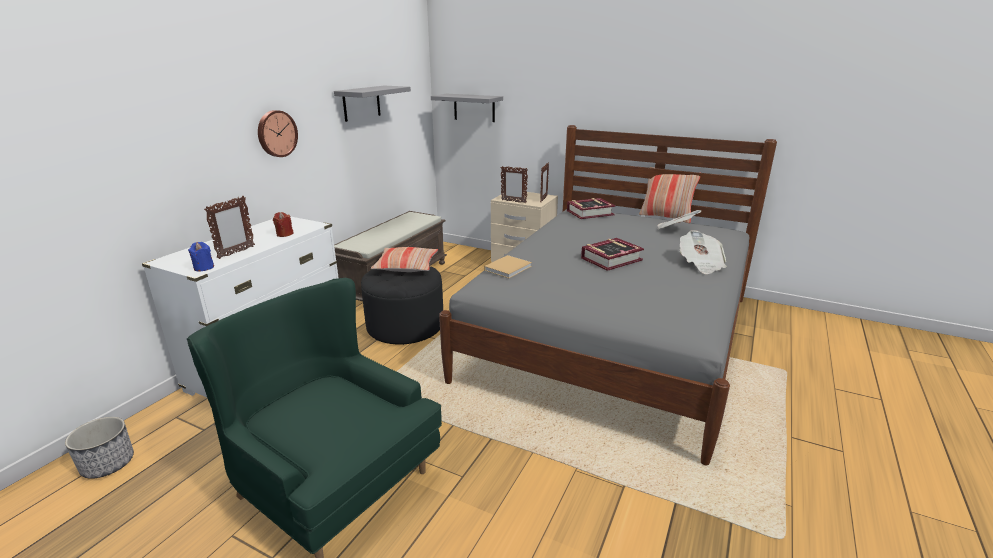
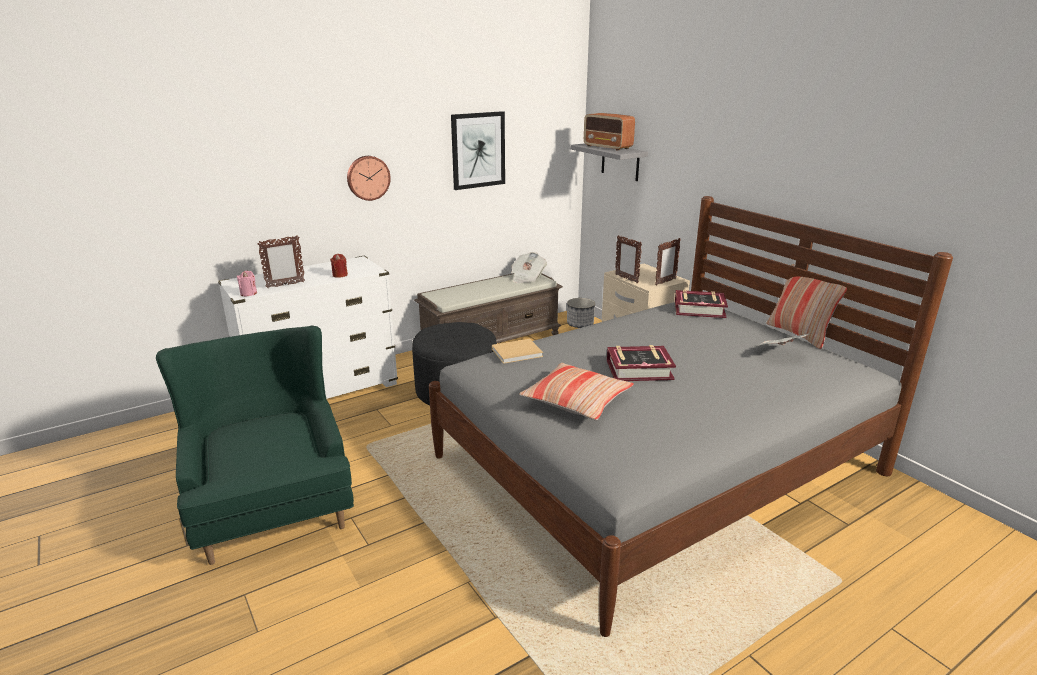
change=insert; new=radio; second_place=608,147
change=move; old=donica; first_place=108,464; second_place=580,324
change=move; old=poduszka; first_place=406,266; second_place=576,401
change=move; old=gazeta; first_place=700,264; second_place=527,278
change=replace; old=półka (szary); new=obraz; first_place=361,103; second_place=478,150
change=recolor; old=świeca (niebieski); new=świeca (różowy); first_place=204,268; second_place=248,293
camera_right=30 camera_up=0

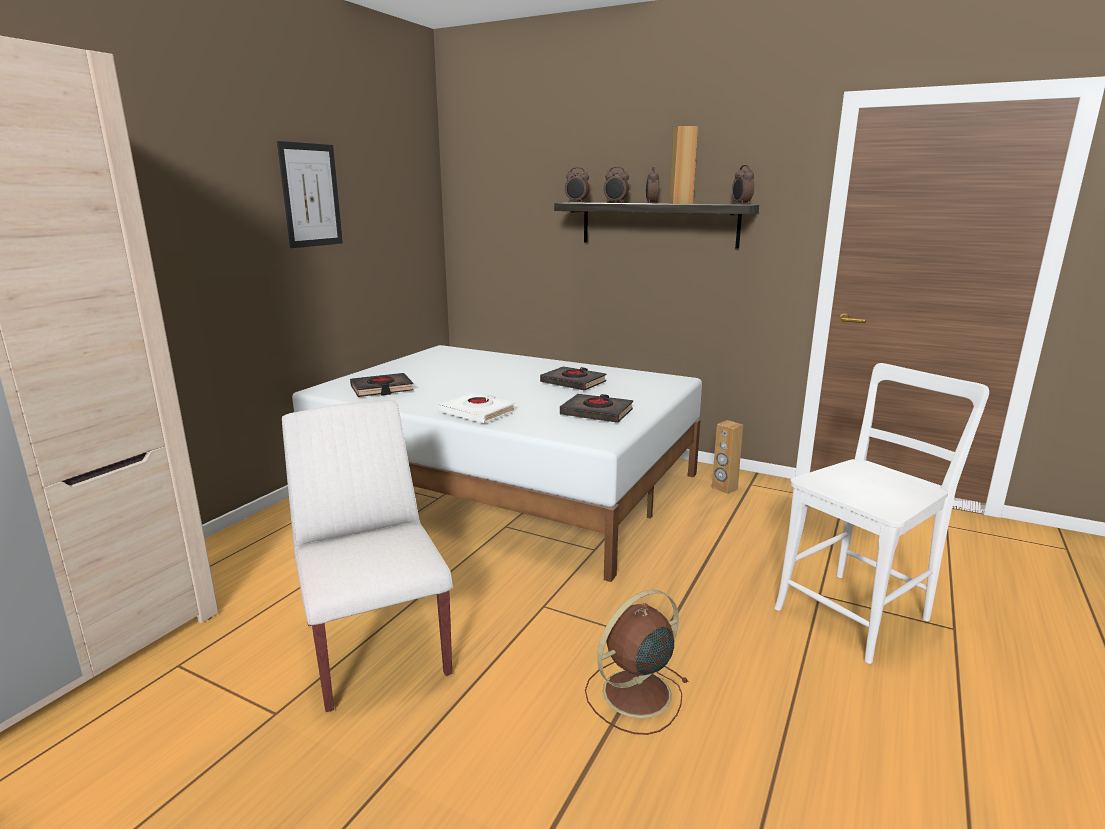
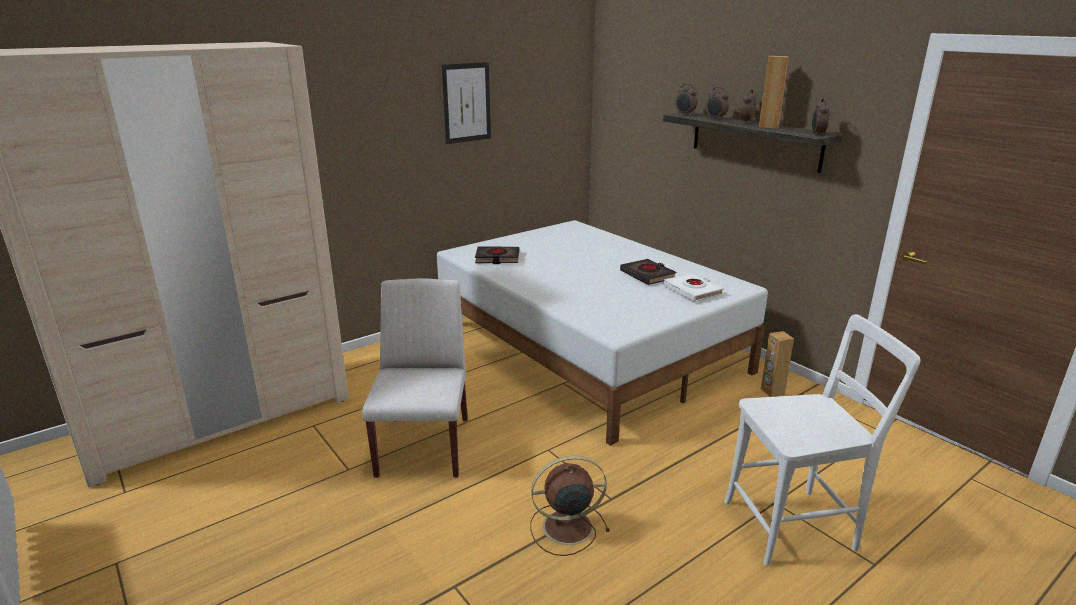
change=delete; old=książka (czarny); first_place=597,413
change=move; old=książka (biały); first_place=477,413; second_place=692,291
camera_right=25 camera_up=5

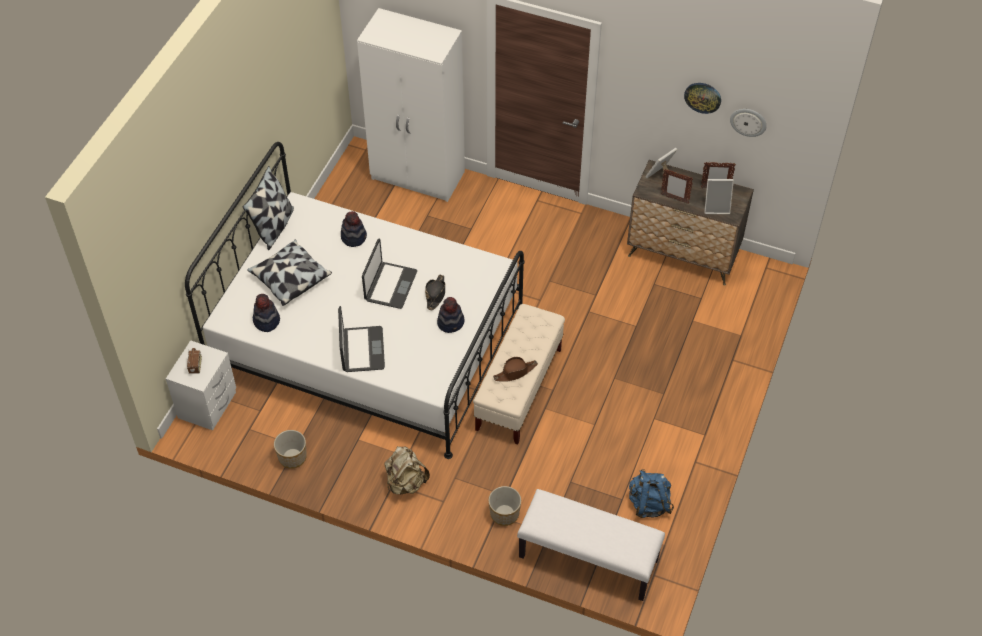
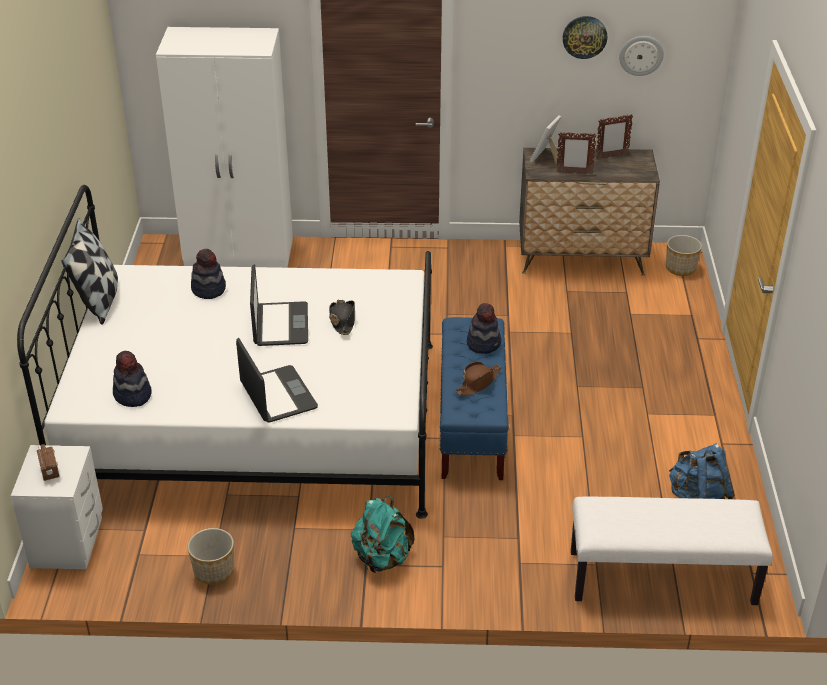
change=delete; old=poduszka; first_place=290,279
change=delete; old=ramka na zdjęcie; first_place=716,207
change=move; old=kapelusz; first_place=451,322; second_place=484,343
change=move; old=donica; first_place=504,513; second_place=680,268
change=recolor; old=plecak (beżowy); new=plecak (turkusowy); first_place=405,482; second_place=382,558
change=recolor; old=ławka (beżowy); new=ławka (niebieski); first_place=519,389; second_place=471,424
camera_right=-20 camera_up=-15

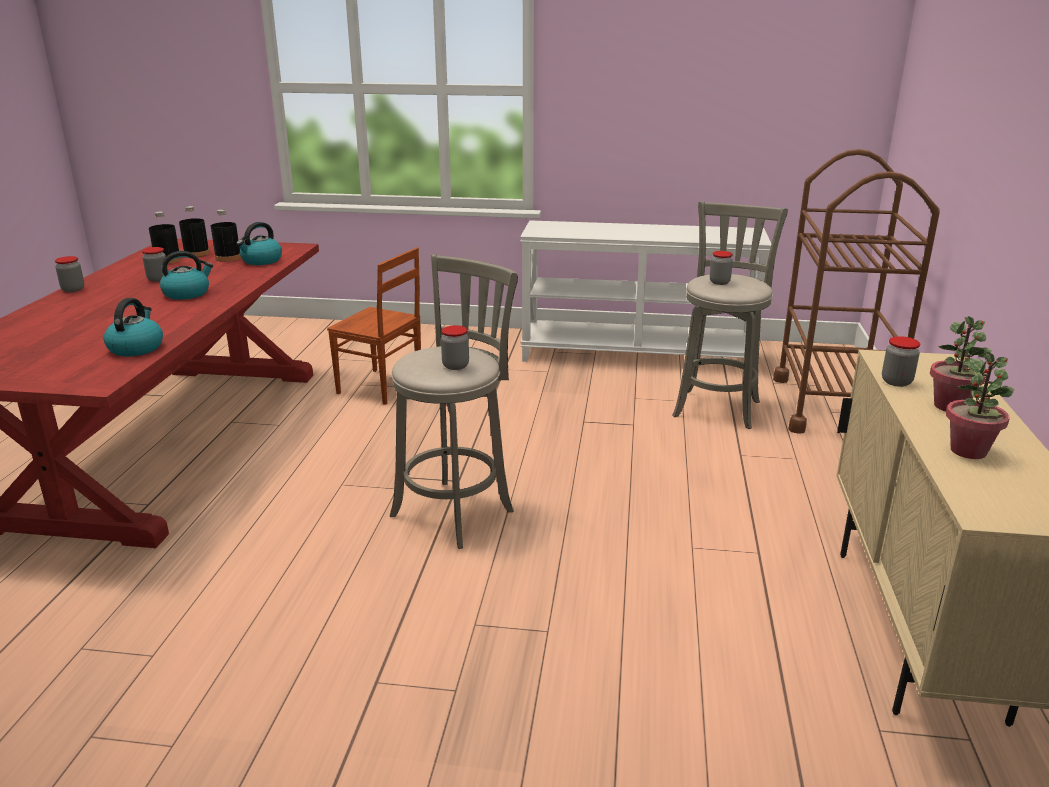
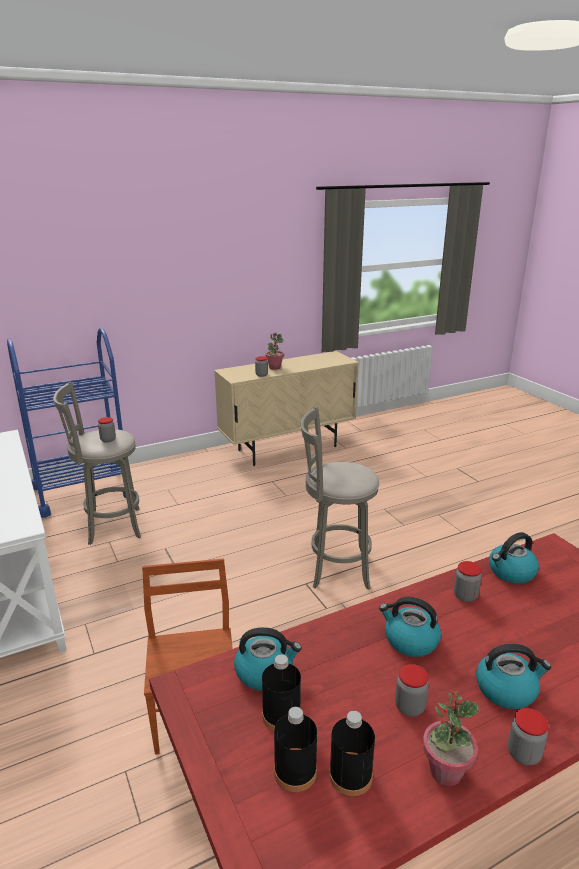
change=insert; new=czajnik; second_place=506,689
change=move; old=słoik; first_place=455,366; second_place=465,596
change=move; old=roślina doniczkowa; first_place=968,451; second_place=445,771
change=recolor; old=wózek (brązowy); new=wózek (niebieski); first_place=832,406; second_place=82,491
camera_right=-125 camera_up=0

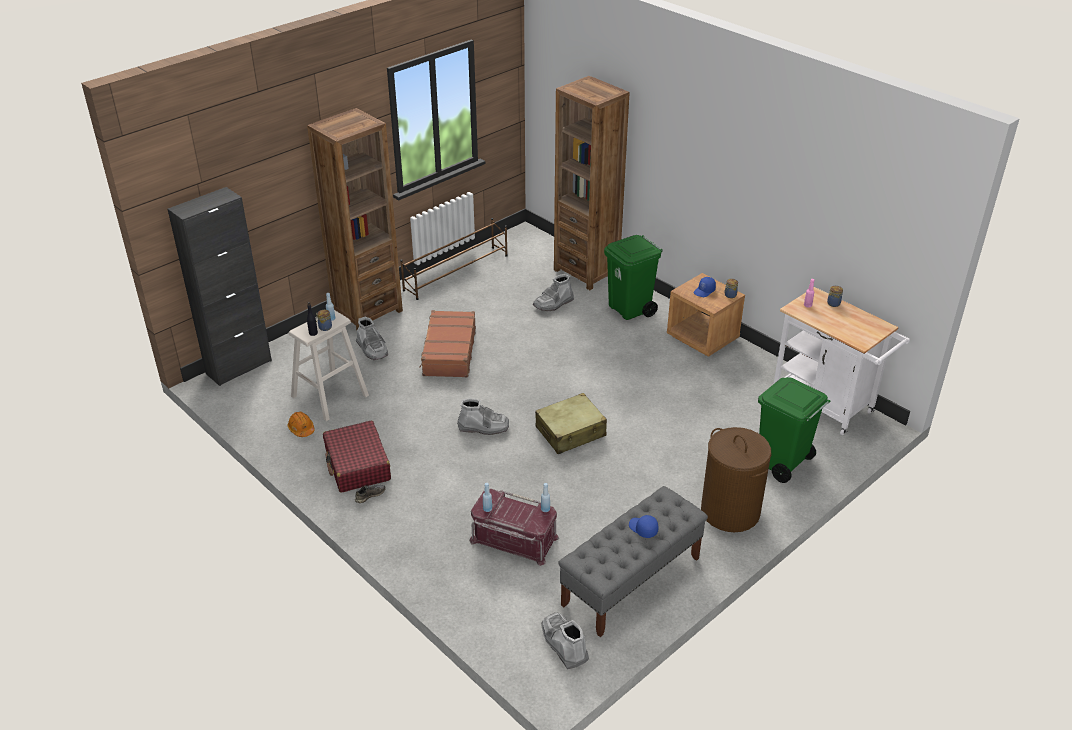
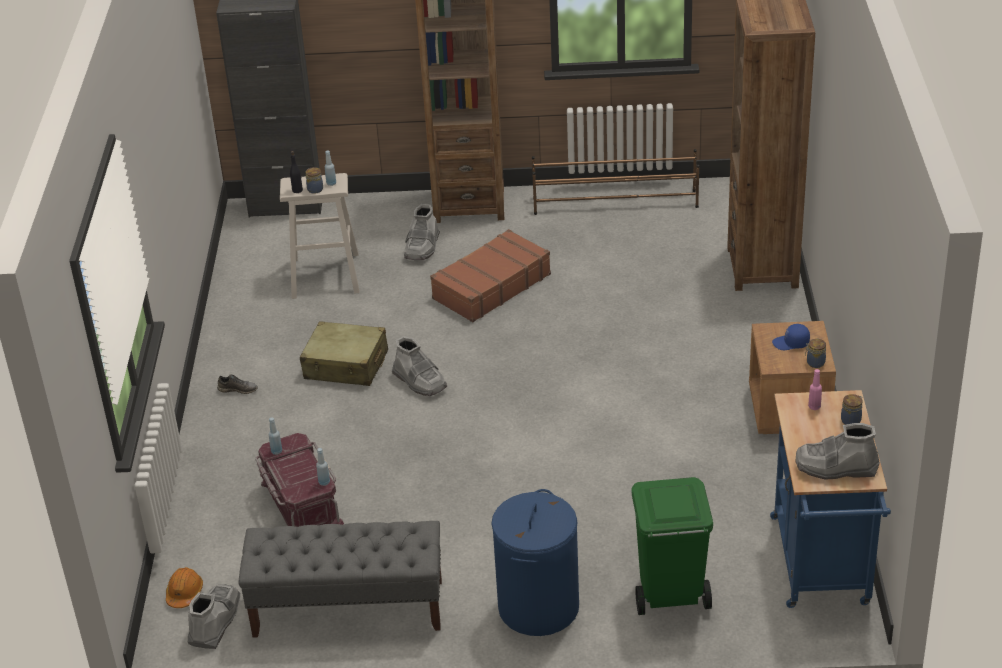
change=delete; old=walizka (czerwony); first_place=357,465
change=delete; old=kosz na śmieci (zielony); first_place=630,309
change=delete; old=czapka z daszkiem (niebieski); first_place=642,529
change=move; old=kask (pomarańczowy); first_place=301,429; second_place=184,593
change=move; old=but z cholewką (szary); first_place=553,304; second_place=835,467
change=move; old=walizka (beżowy); first_place=571,432; second_place=346,365
change=recolor; old=kosz na pranie (brązowy); new=kosz na pranie (niebieski); first_place=729,511; second_place=538,607
change=recolor; old=wózek (biały); new=wózek (niebieski); first_place=827,406; second_place=821,567
camera_right=45 camera_up=0

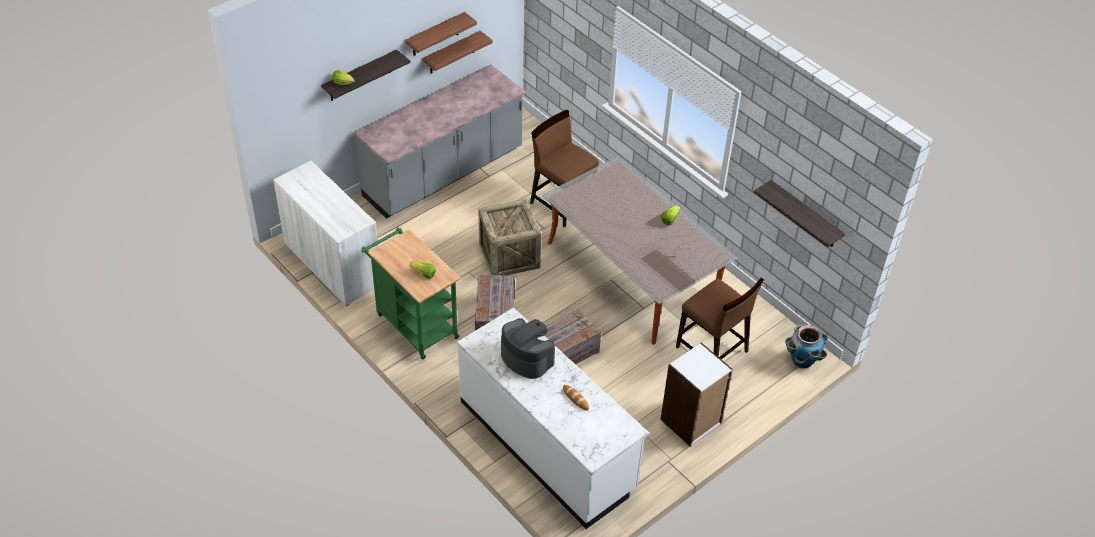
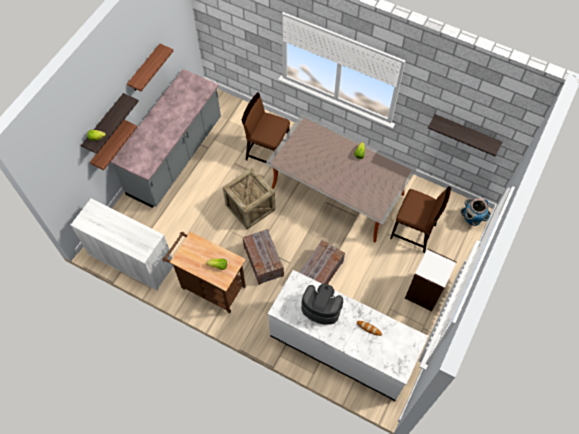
change=move; old=półka; first_place=452,53; second_place=109,145
change=recolor; old=wózek (zielony); new=wózek (brązowy); first_place=414,323; second_place=210,286
camera_right=-20 camera_up=15

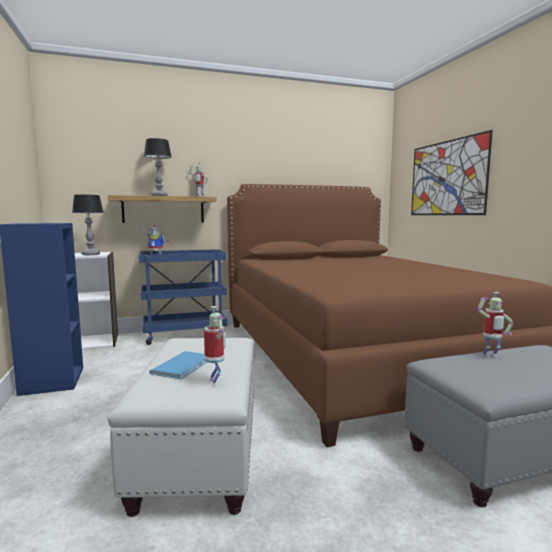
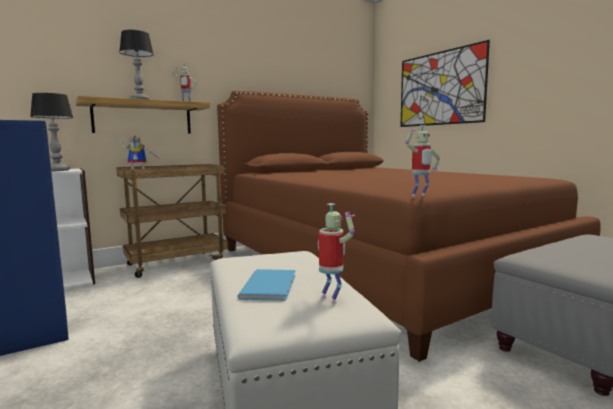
change=move; old=robot zabawkowy; first_place=490,356; second_place=419,196
change=recolor; old=wózek (niebieski); new=wózek (brązowy); first_place=185,335; second_place=177,263
camera_right=-15 camera_up=0

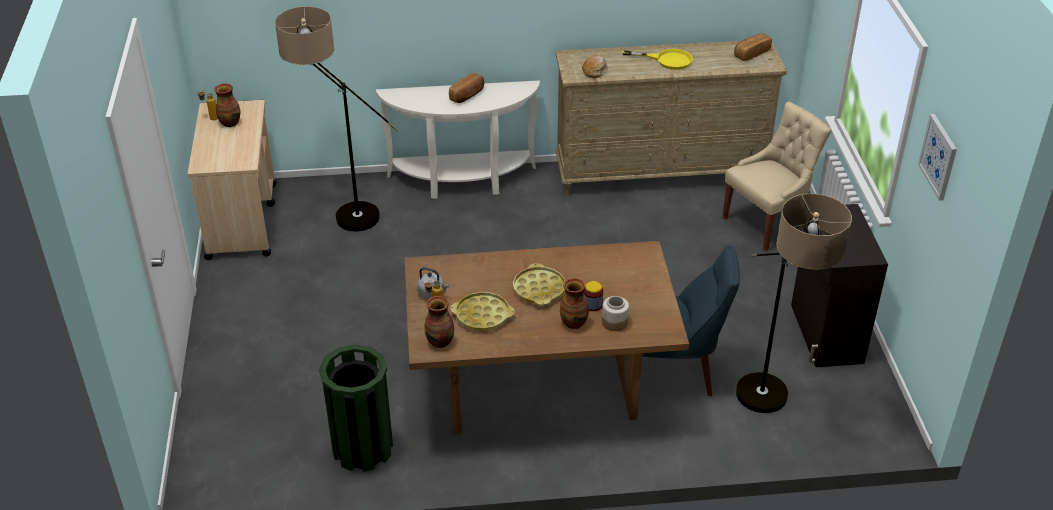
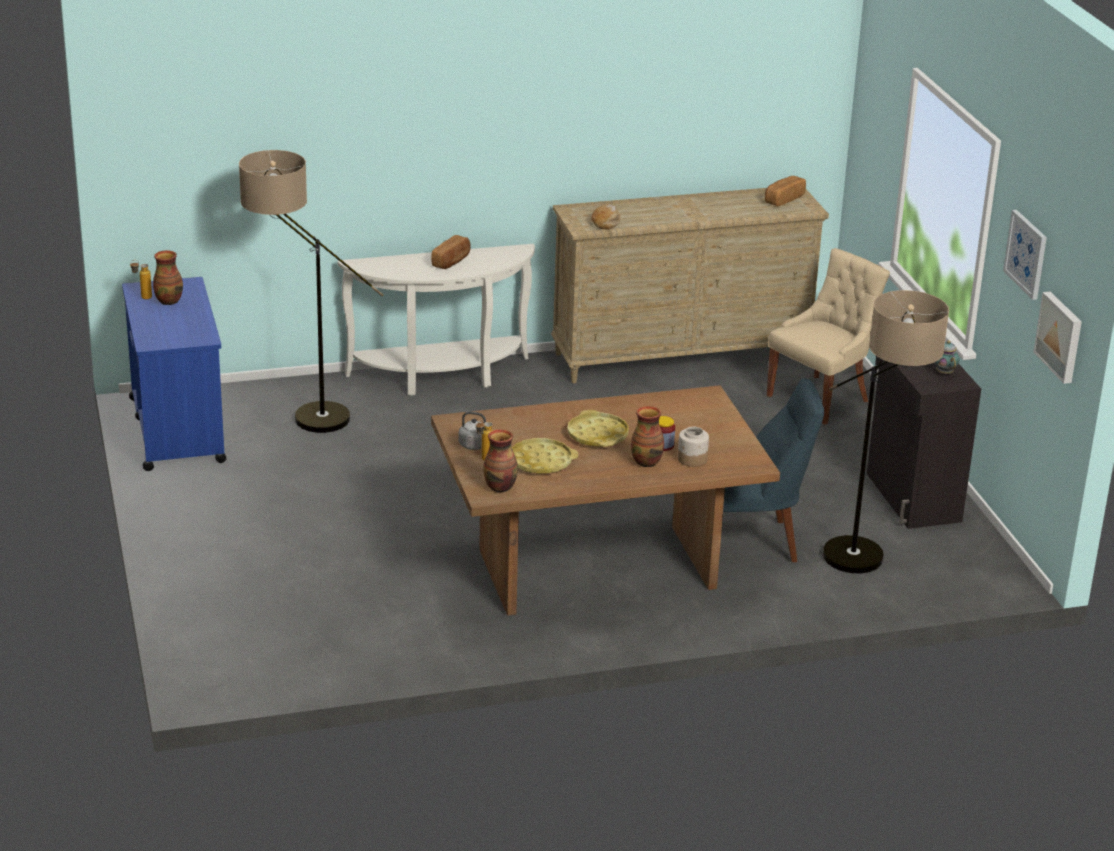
change=delete; old=kosz na śmieci (zielony); first_place=362,448
change=delete; old=patelnia (żółty); first_place=667,60
change=insert; new=imbryk; second_place=944,372
change=insert; new=obraz; second_place=1060,336
change=recolor; old=wózek (beżowy); new=wózek (niebieski); first_place=242,220; second_place=177,429
camera_right=-10 camera_up=-10

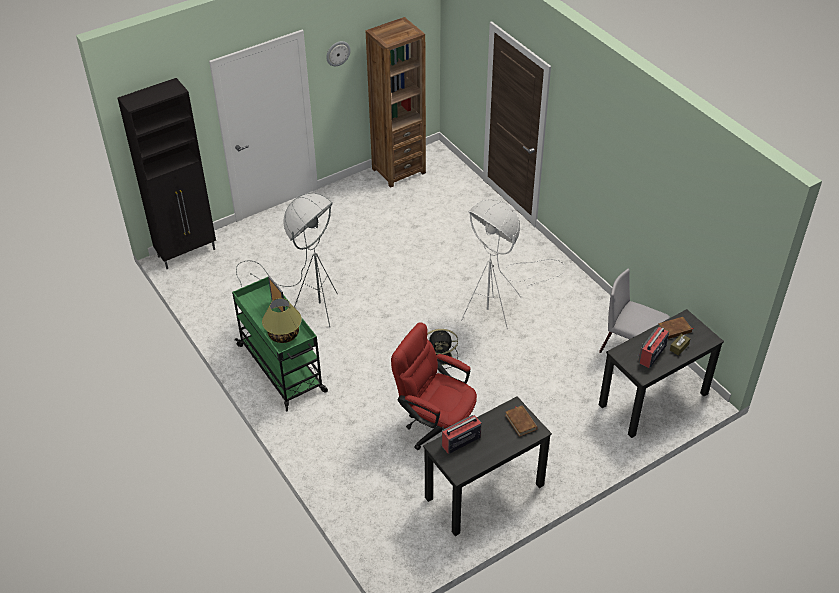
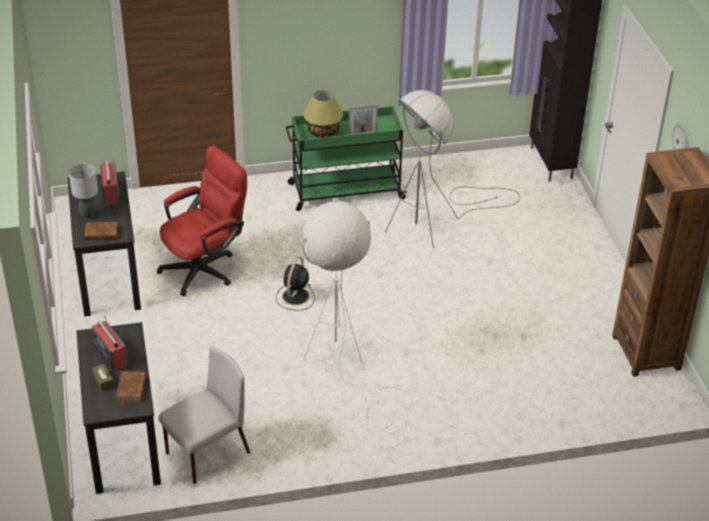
change=insert; new=lampa stołowa (szary); second_place=88,214
camera_right=110 camera_up=-5

